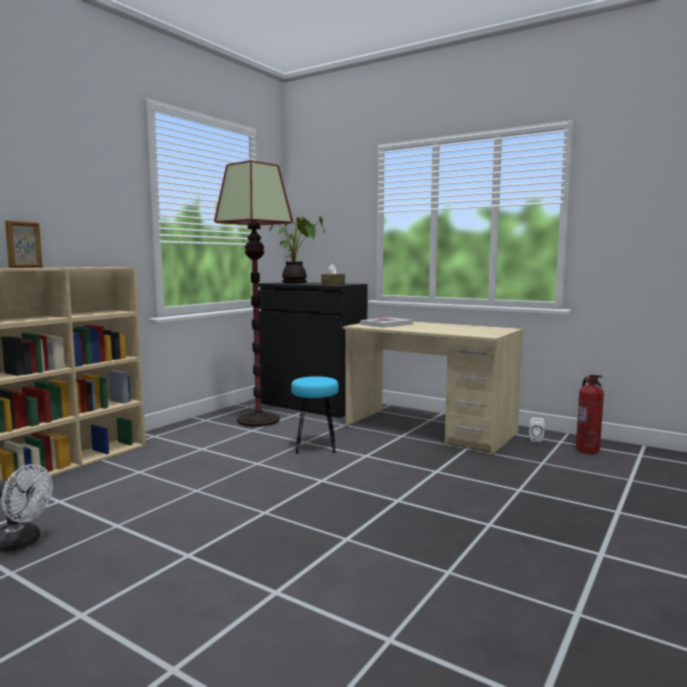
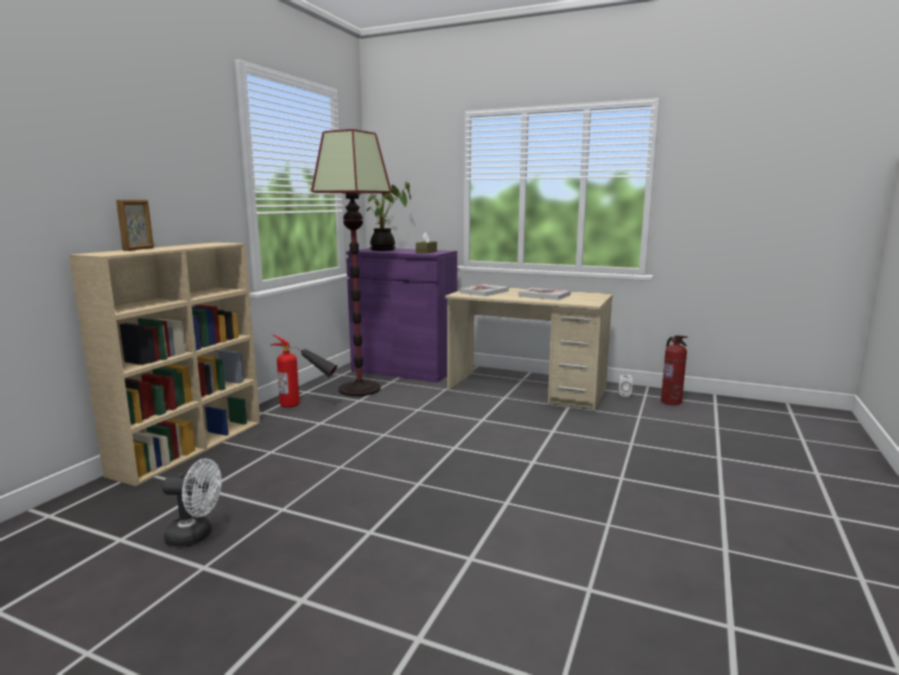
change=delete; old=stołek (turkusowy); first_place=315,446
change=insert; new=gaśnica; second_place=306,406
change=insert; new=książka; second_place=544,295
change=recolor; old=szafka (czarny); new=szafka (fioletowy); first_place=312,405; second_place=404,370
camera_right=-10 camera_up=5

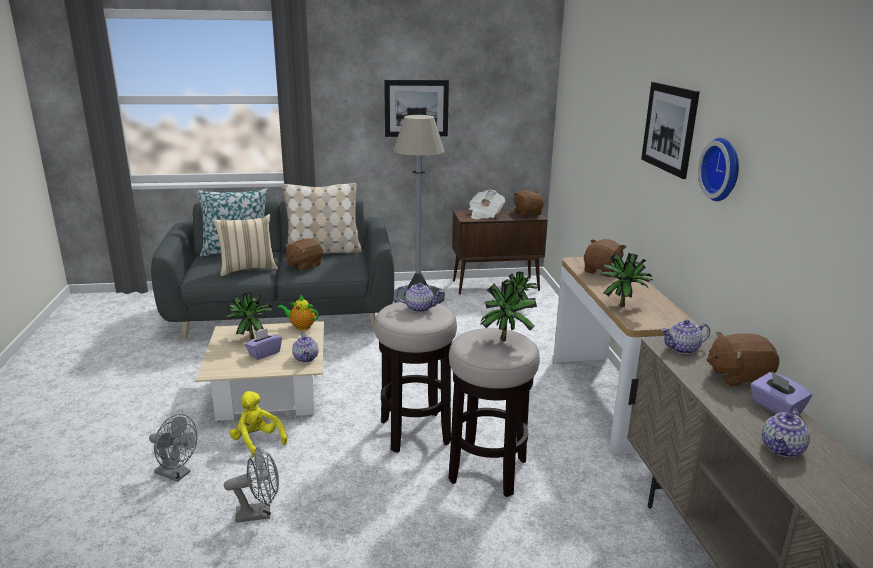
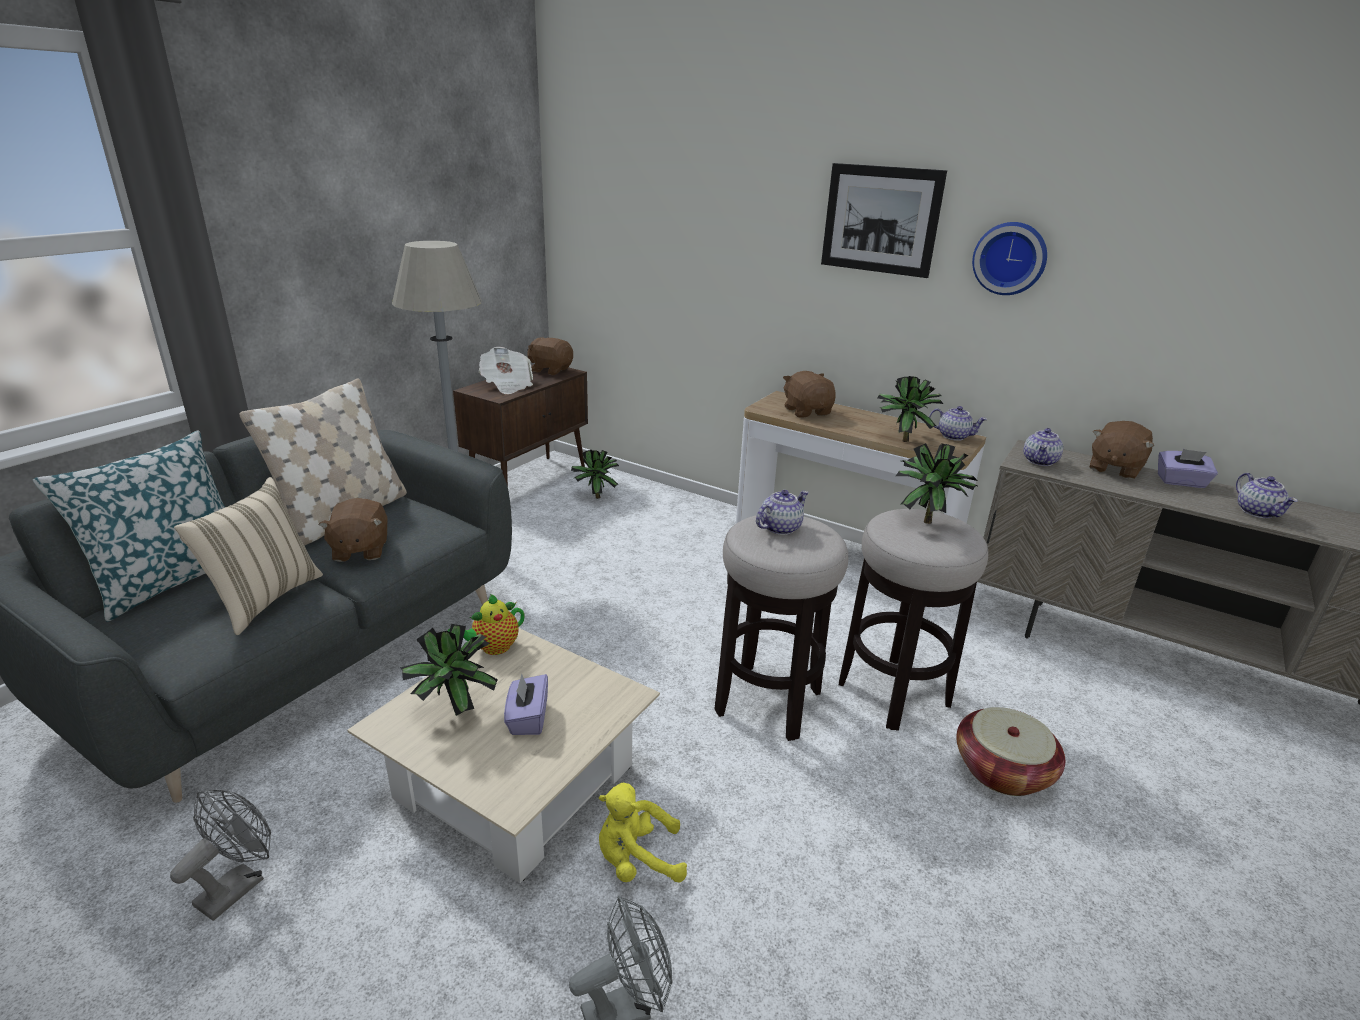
change=delete; old=obraz; first_place=416,108
change=insert; new=koszyk; second_place=1002,770
change=move; old=wentylator (szary); first_place=259,513; second_place=238,885
change=move; old=imbryk; first_place=306,358; second_place=954,436
camera_right=-50 camera_up=5

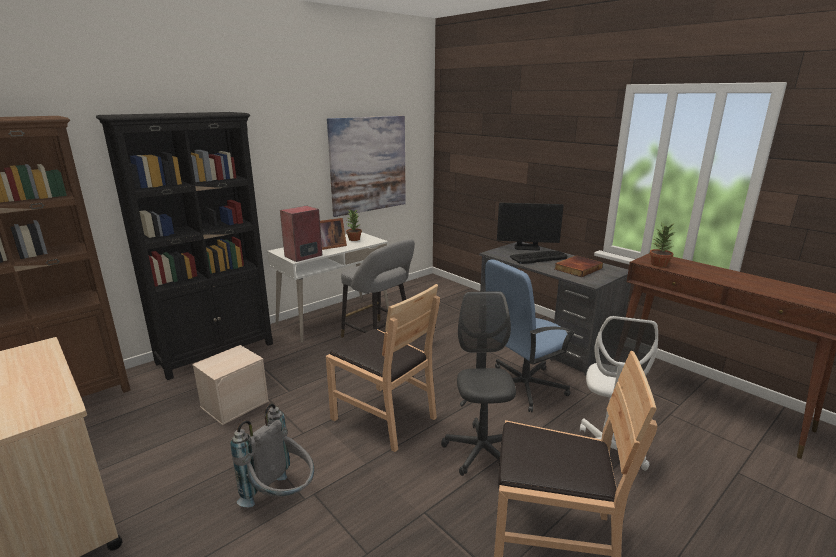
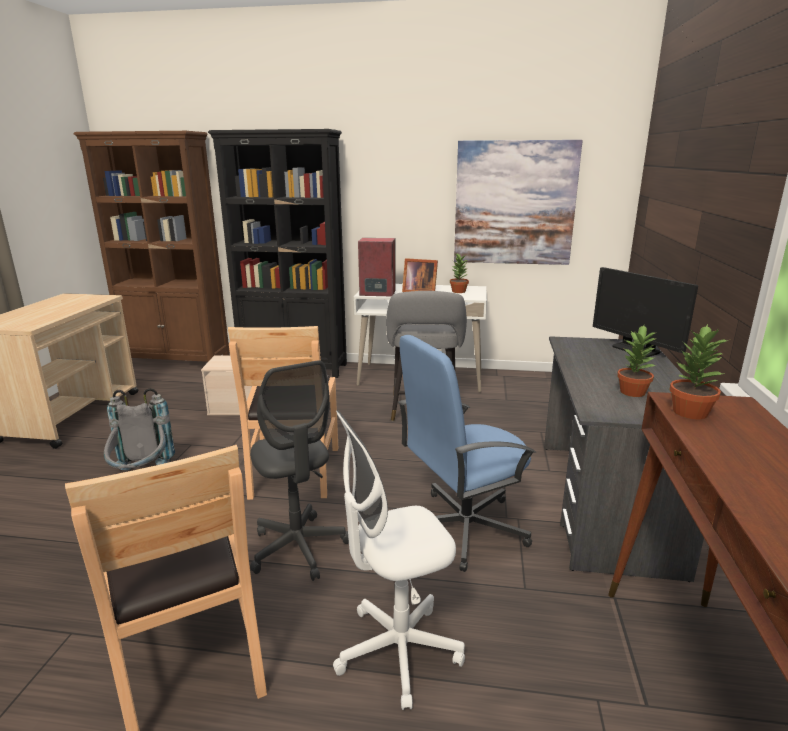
change=delete; old=klawiatura; first_place=538,257
change=replace; old=książka; new=roślina doniczkowa; first_place=577,268; second_place=633,392
change=rotate; old=krzesło biurowe (szary); first_place=481,451; second_place=298,548; degrees=105
change=rotate; old=krzesło biurowe (niebieski); first_place=522,386; second_place=462,527; degrees=-45
camera_right=50 camera_up=0

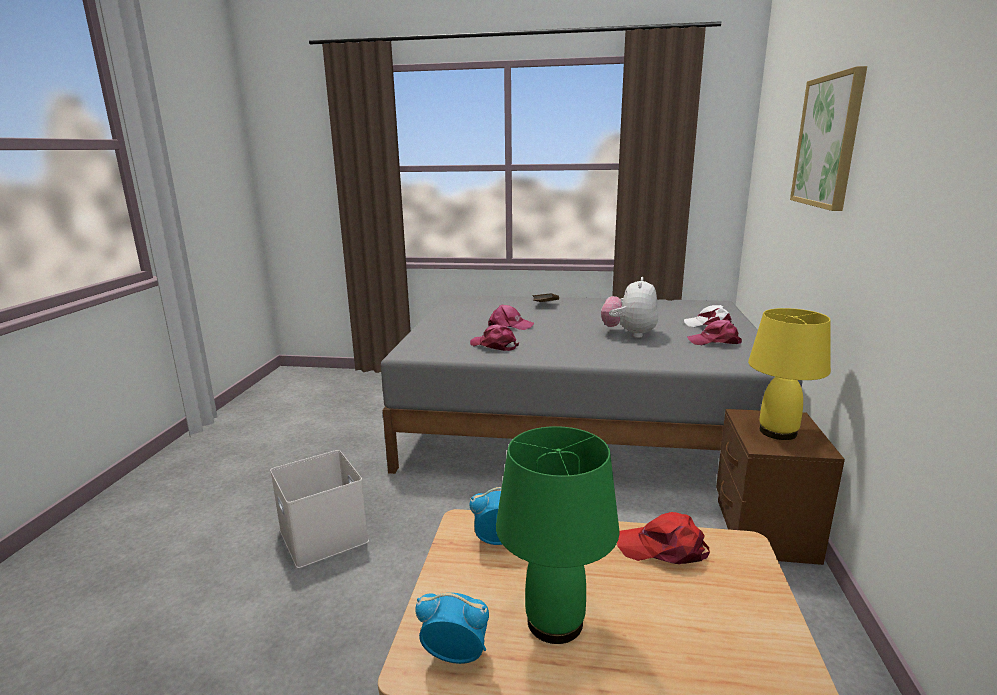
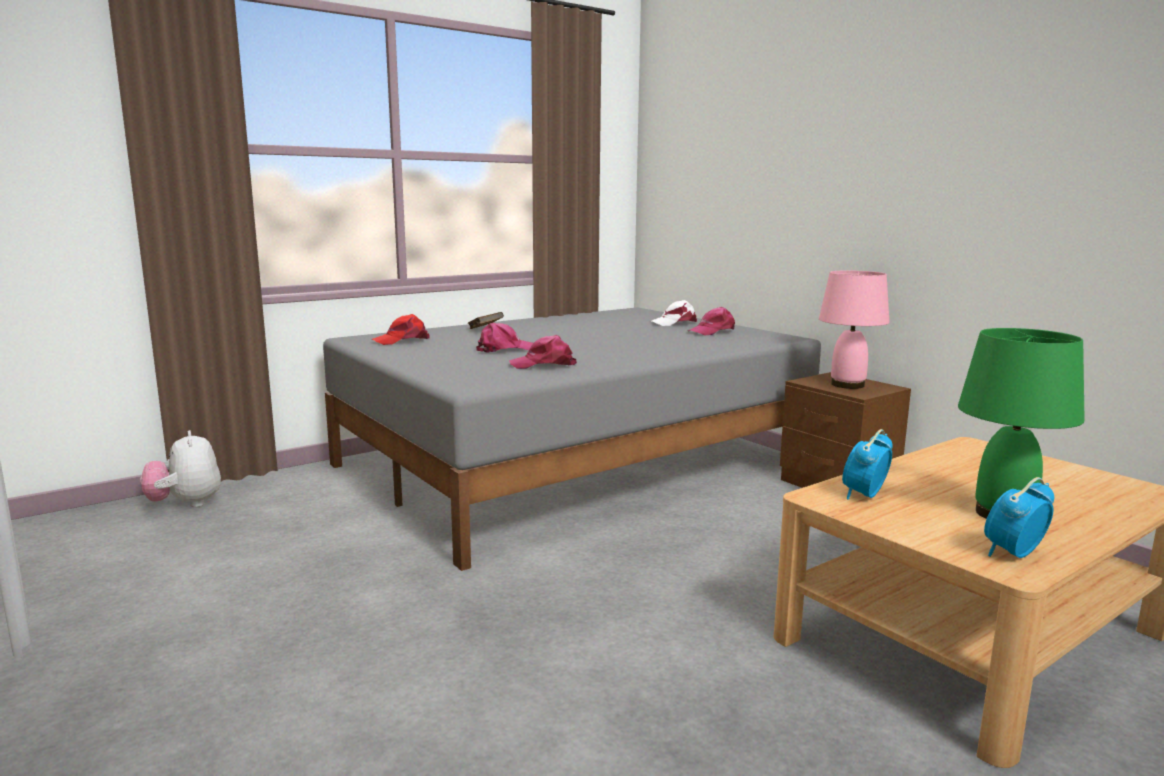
change=delete; old=pojemnik do przechowywania (biały); first_place=325,536
change=delete; old=obraz; first_place=828,141
change=move; old=pluszak; first_place=629,334; second_place=186,504
change=move; old=czapka z daszkiem (czerwony); first_place=663,548; second_place=402,340
change=recolor; old=lampa stołowa (żółty); new=lampa stołowa (różowy); first_place=778,432; second_place=848,385
camera_right=-45 camera_up=-5

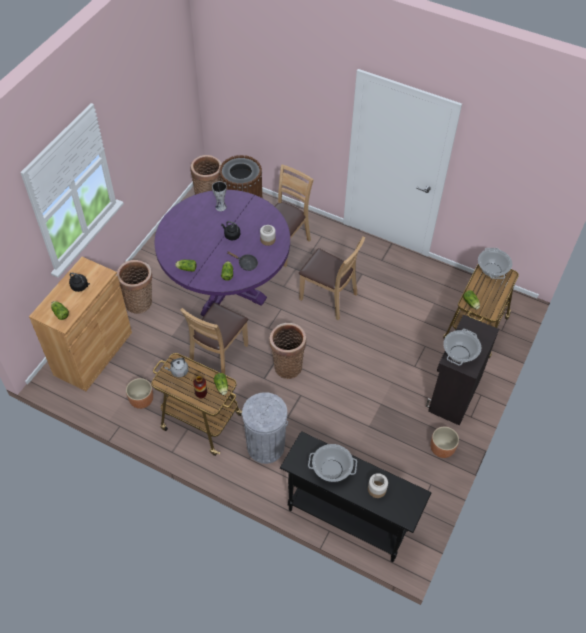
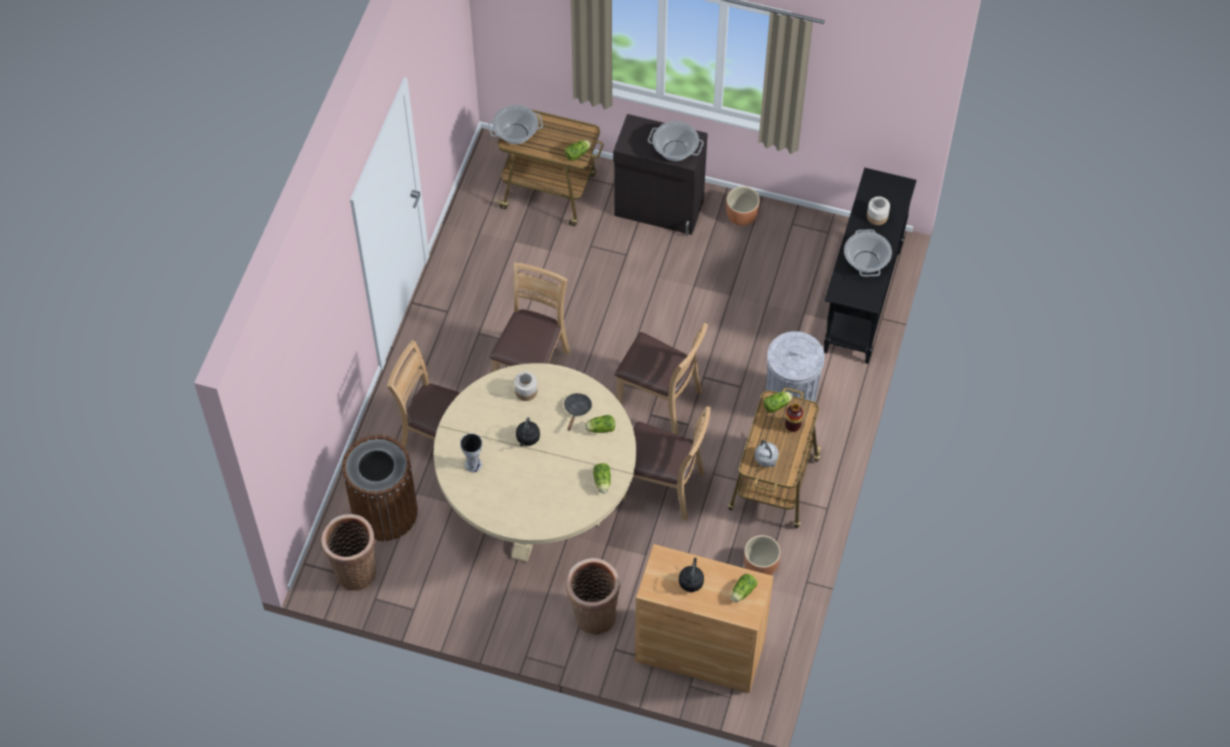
change=replace; old=koszyk; new=krzesło (brązowy); first_place=287,365; second_place=660,400
change=recolor; old=stół jadalny (fioletowy); new=stół jadalny (beżowy); first_place=226,286; second_place=538,503
camera_right=-100 camera_up=5

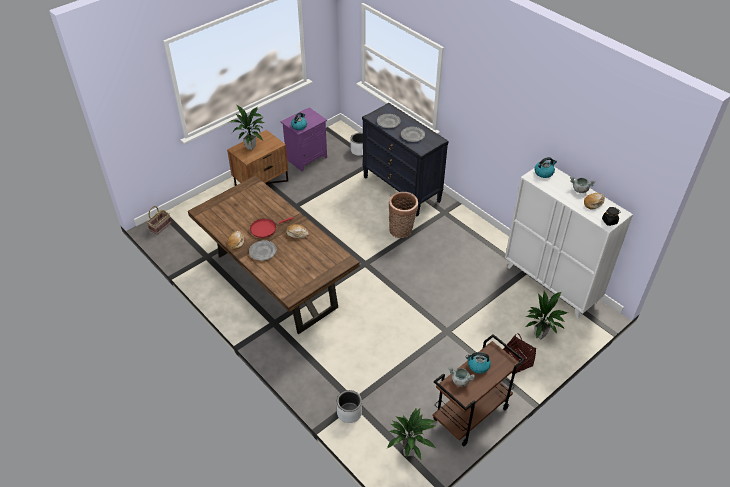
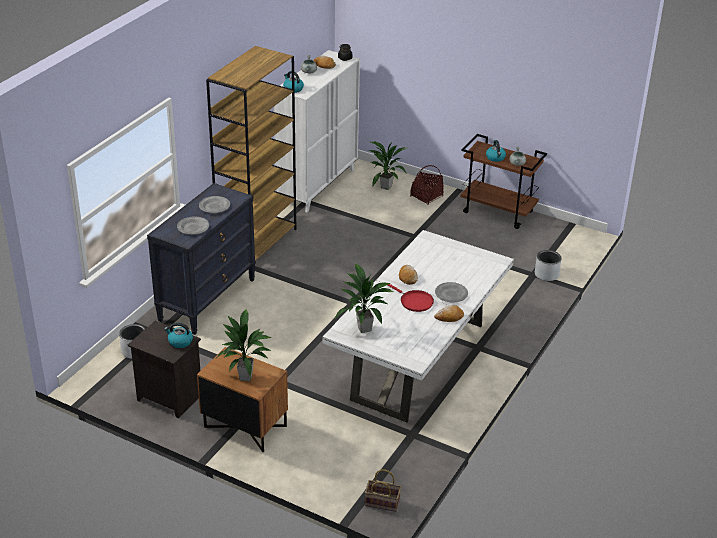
change=delete; old=koszyk; first_place=402,230
change=insert; new=regał (brązowy); second_place=257,242
change=move; old=roślina doniczkowa; first_place=409,452; second_place=364,328
change=recolor; old=stół jadalny (brązowy); new=stół jadalny (biały); first_place=276,281; second_place=418,362
change=recolor; old=szafka nocna (fioletowy); new=szafka nocna (czarny); first_place=306,157; second_place=168,398
camera_right=-110 camera_up=-10

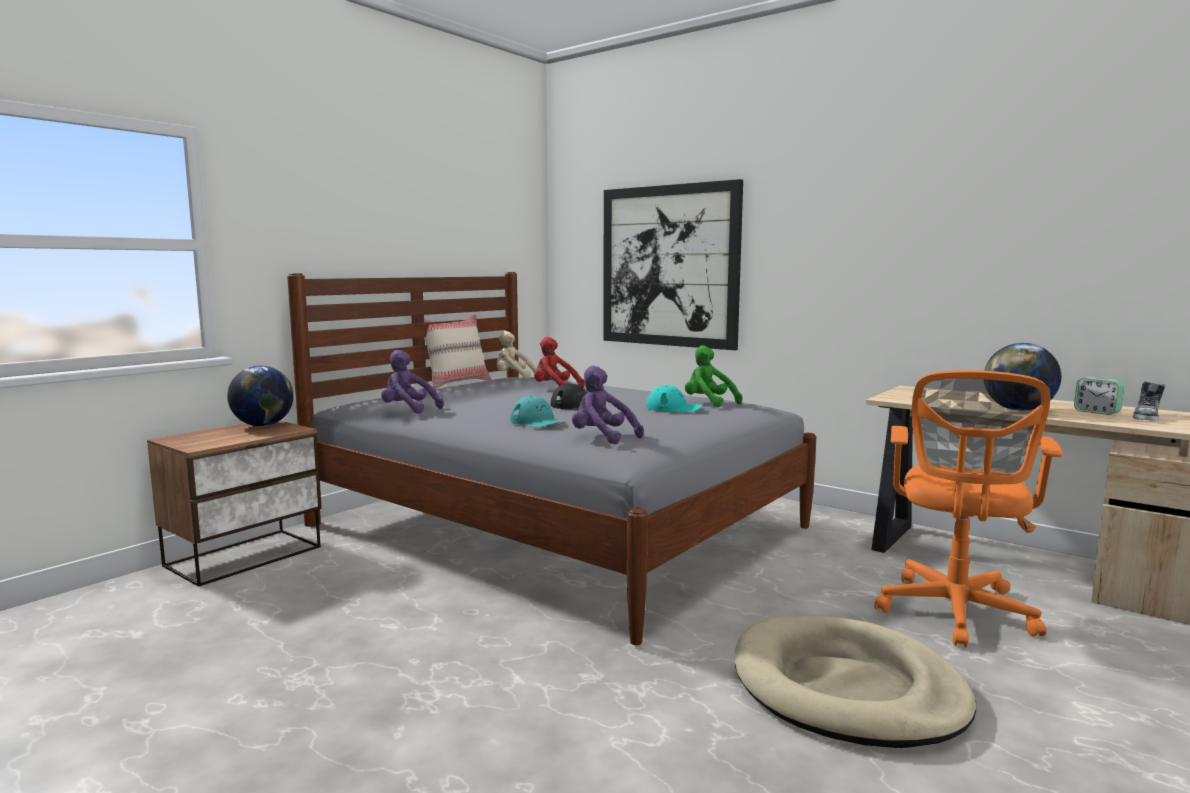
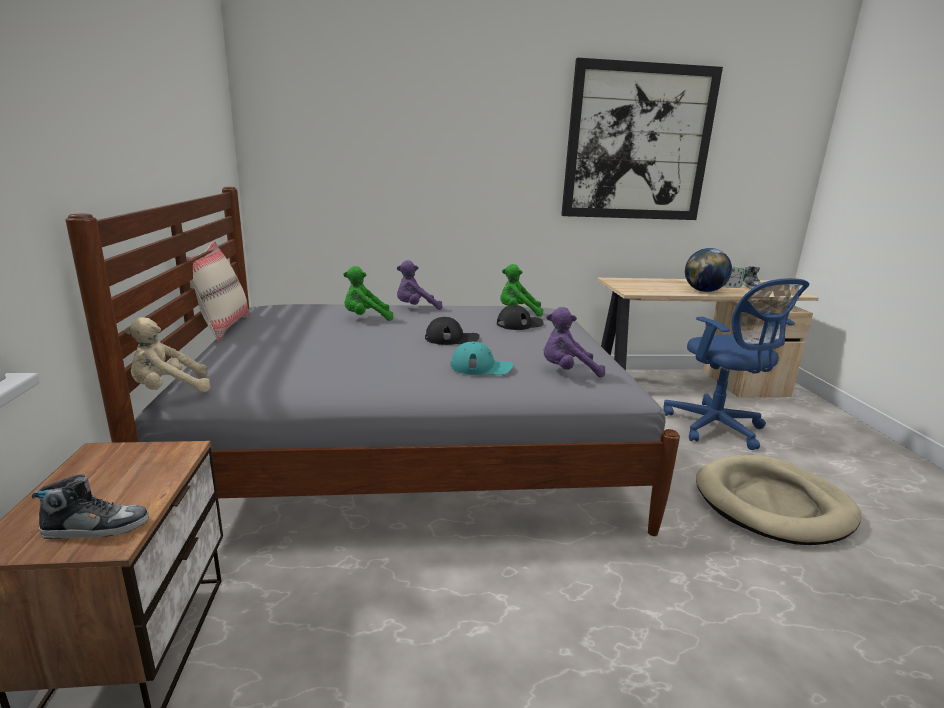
change=delete; old=globus; first_place=263,425
change=insert; new=but; second_place=96,527
change=move; old=pluszak (fioletowy); first_place=408,410; second_place=416,308
change=move; old=pluszak (beżowy); first_place=514,377; second_place=169,390
change=move; old=obraz; first_place=669,266; second_place=638,143
change=recolor; old=pluszak (czerwony); new=pluszak (zielony); first_place=554,389; second_place=366,318
change=recolor; old=czapka z daszkiem (turkusowy); new=czapka z daszkiem (czarny); first_place=674,408; second_place=519,324
change=recolor; old=krzesło biurowe (pomarańczowy); new=krzesło biurowe (niebieski); first_place=955,614; second_place=717,428
camera_right=-45 camera_up=10

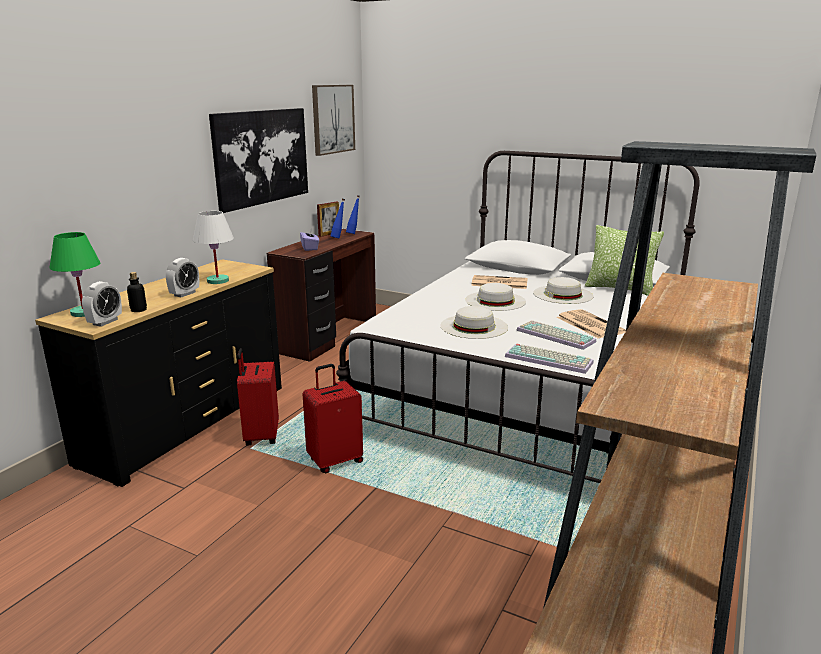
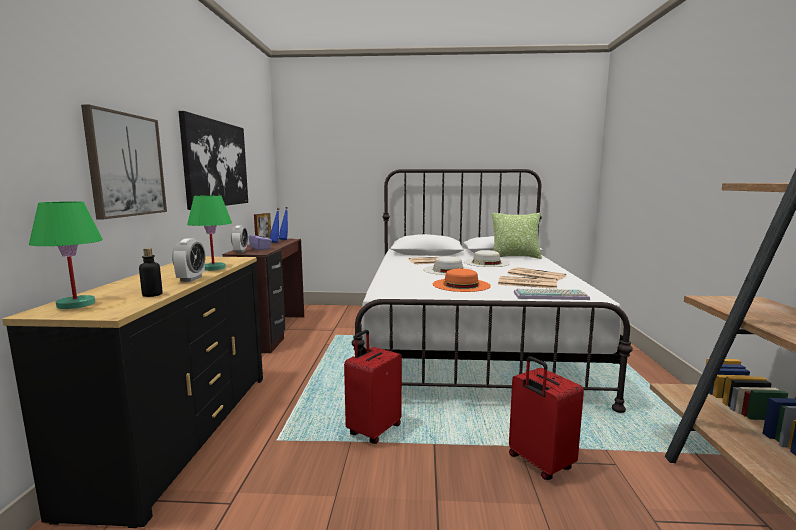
change=move; old=budzik; first_place=105,322; second_place=240,251
change=move; old=walizka (czerwony); first_place=260,436; second_place=539,463
change=move; old=obraz; first_place=332,119; second_place=126,165
change=replace; old=klawiatura; new=gazeta; first_place=553,336; second_place=526,283
change=recolor; old=lampa stołowa (biały); new=lampa stołowa (zielony); first_place=218,280; second_place=213,268
change=recolor; old=kapelusz (biały); new=kapelusz (pomarańczowy); first_place=474,326; second_place=461,285
camera_right=-25 camera_up=-10

